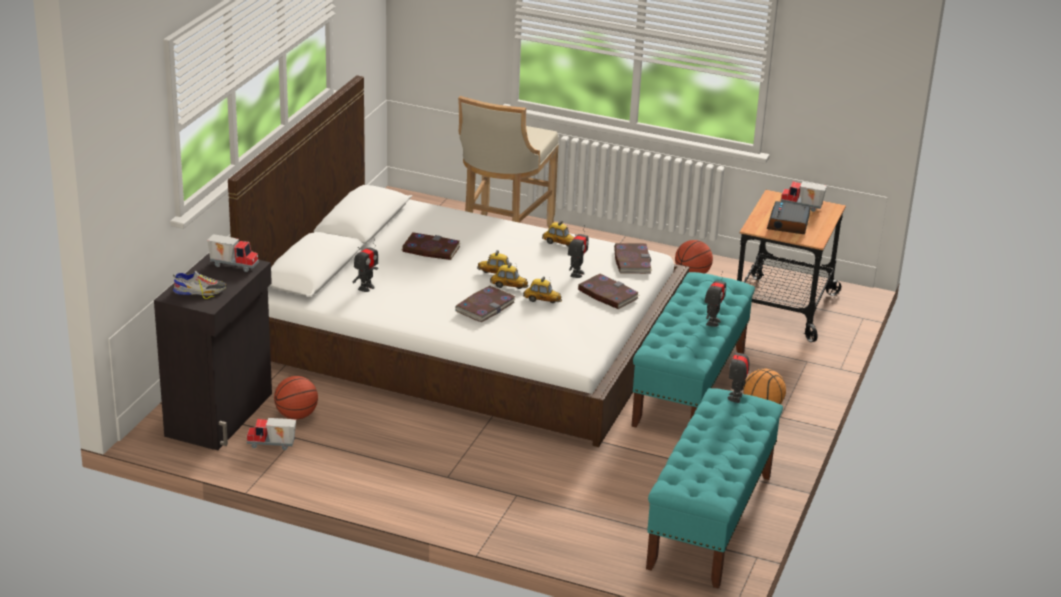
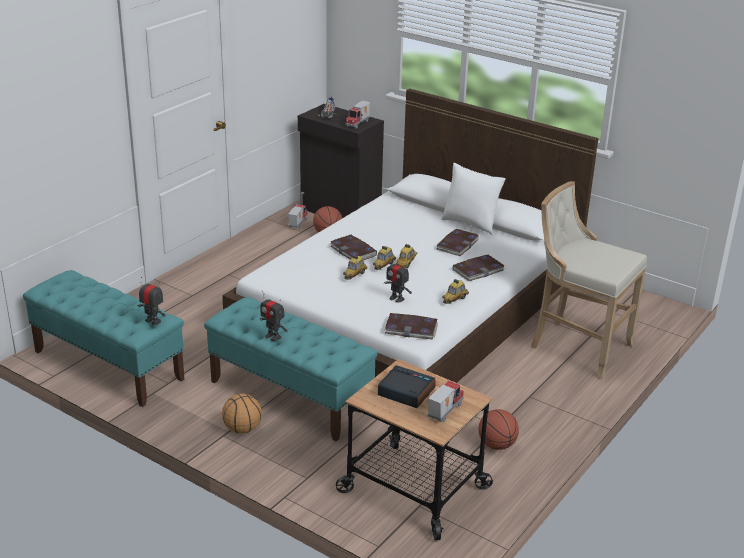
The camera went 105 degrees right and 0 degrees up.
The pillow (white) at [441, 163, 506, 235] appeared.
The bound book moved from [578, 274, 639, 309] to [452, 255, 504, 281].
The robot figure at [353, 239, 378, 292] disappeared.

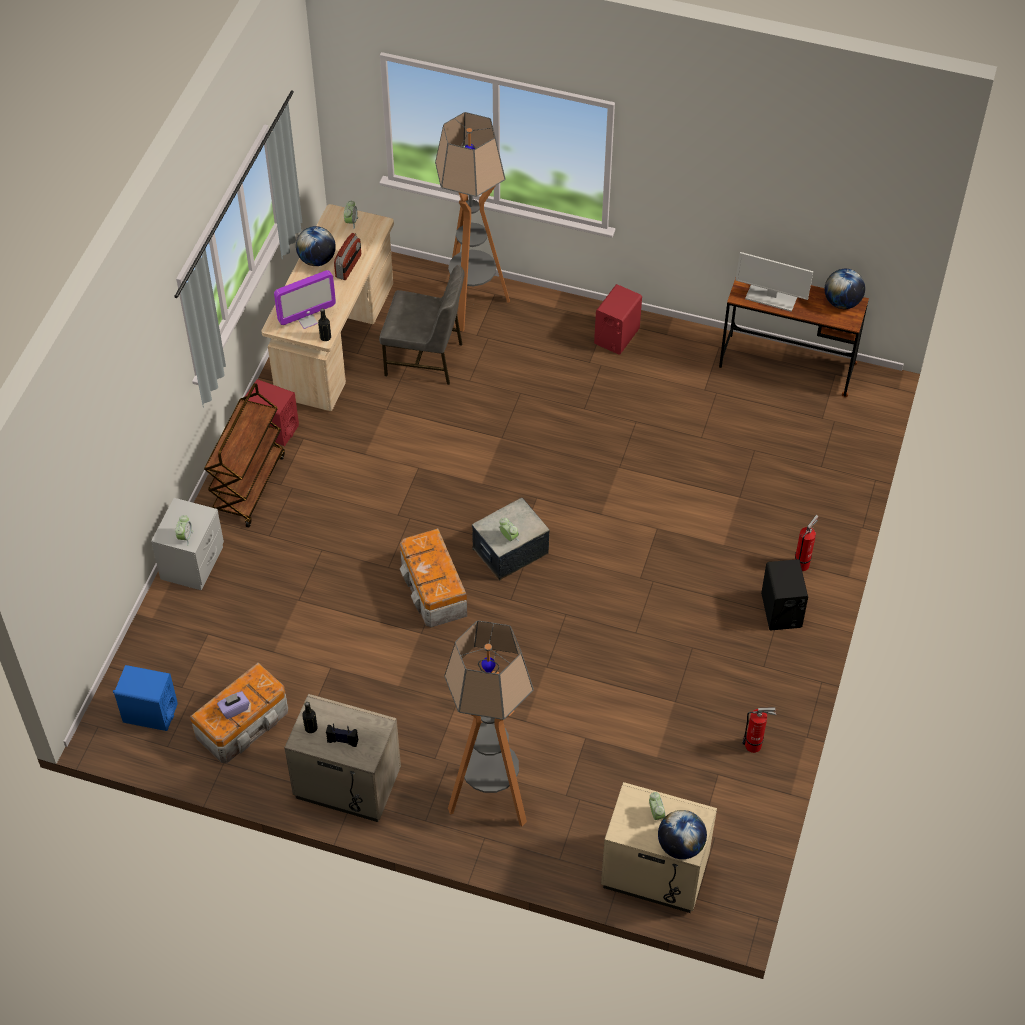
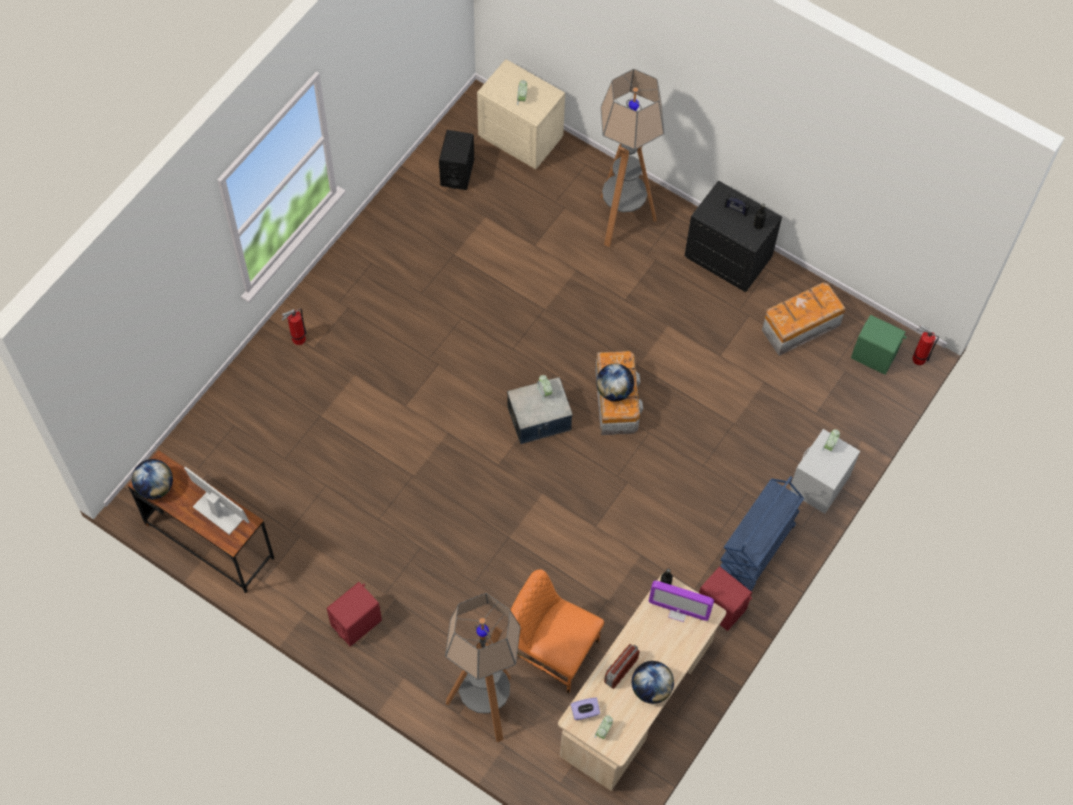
The camera went 165 degrees left and 10 degrees up.
The loudspeaker (blackish) moved from [761, 559, 808, 630] to [439, 130, 474, 190].
The plain chair (greyish) at [379, 265, 465, 385] became the plain chair (orangey) at [511, 569, 604, 693].
The tissue box (purplish) moved from [217, 691, 249, 719] to [571, 698, 600, 720].
The desk globe moved from [658, 810, 707, 859] to [596, 364, 634, 401].
The computer display at [274, 270, 336, 329] turned 150 degrees counterclockwise.
The bedside table (beige) at [284, 694, 401, 822] became the bedside table (blackish) at [684, 180, 782, 292].
The cart (brownish) at [204, 383, 285, 527] became the cart (blue-coloured) at [720, 476, 804, 592].
The loudspeaker (blue-coloured) at [113, 665, 178, 731] became the loudspeaker (greenish) at [851, 315, 906, 375].
The fire-fighting cylinder moved from [742, 707, 776, 753] to [912, 325, 939, 365].

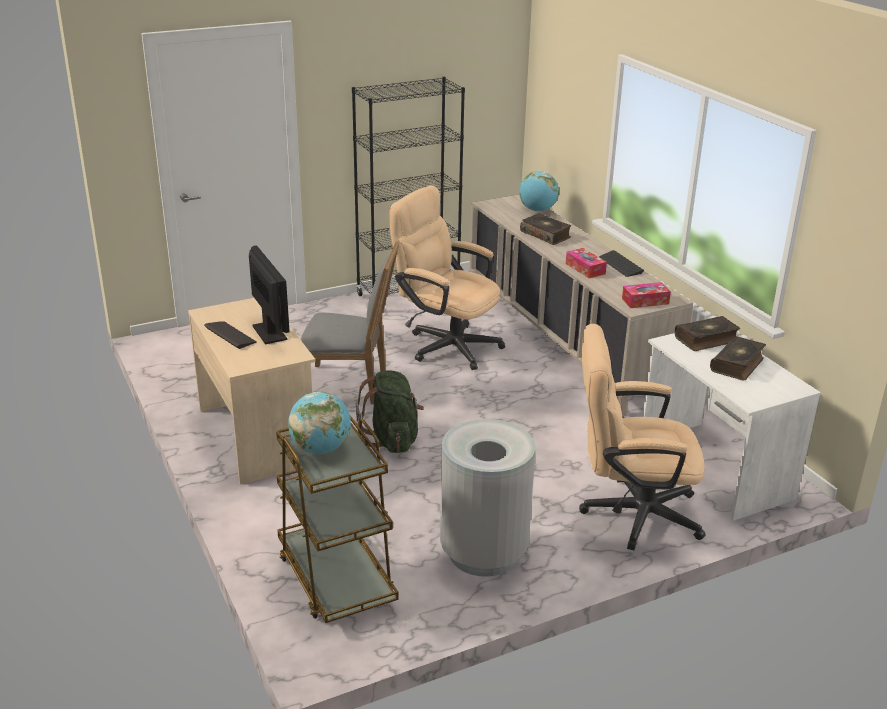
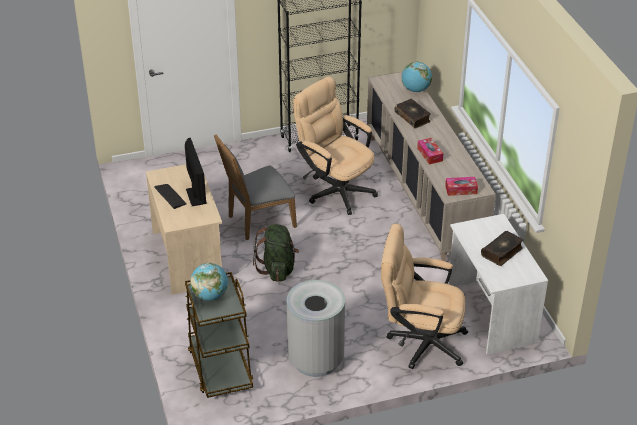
The camera went 10 degrees right and 10 degrees up.
The plain chair (greyish) at [300, 242, 399, 404] turned 135 degrees clockwise.
The PC keyboard at [599, 250, 644, 277] disappeared.
The bound book at [675, 316, 740, 351] disappeared.

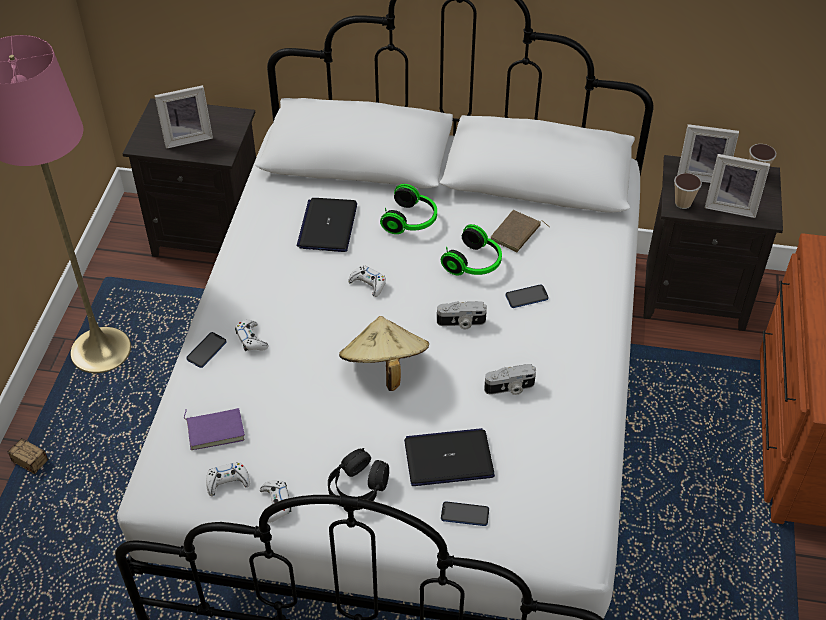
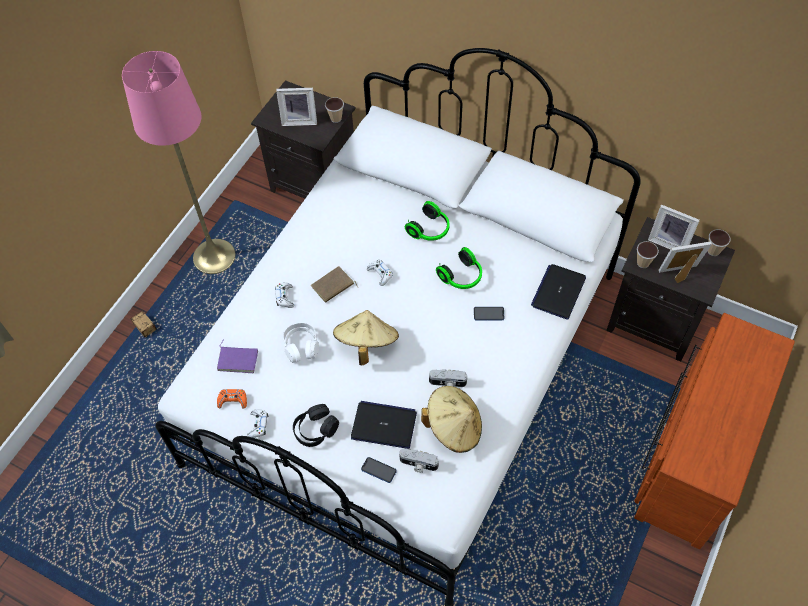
The camera went 20 degrees right and 10 degrees up.
The game controller (white) at [206, 462, 250, 496] became the game controller (orangey) at [217, 389, 247, 408].
The headphones (white) at [283, 322, 319, 363] appeared.
The bound book (brownish) moved from [491, 210, 549, 252] to [311, 266, 359, 303].
The cup at [325, 97, 344, 123] appeared.
The still camera moved from [437, 301, 487, 329] to [399, 448, 439, 473].
The clothing hat (beige) at [421, 386, 482, 453] appeared.
The portable computer moved from [297, 198, 357, 252] to [531, 264, 586, 320].
The photo frame at [705, 154, 770, 218] turned 135 degrees clockwise.
The handset at [186, 332, 227, 368] disappeared.

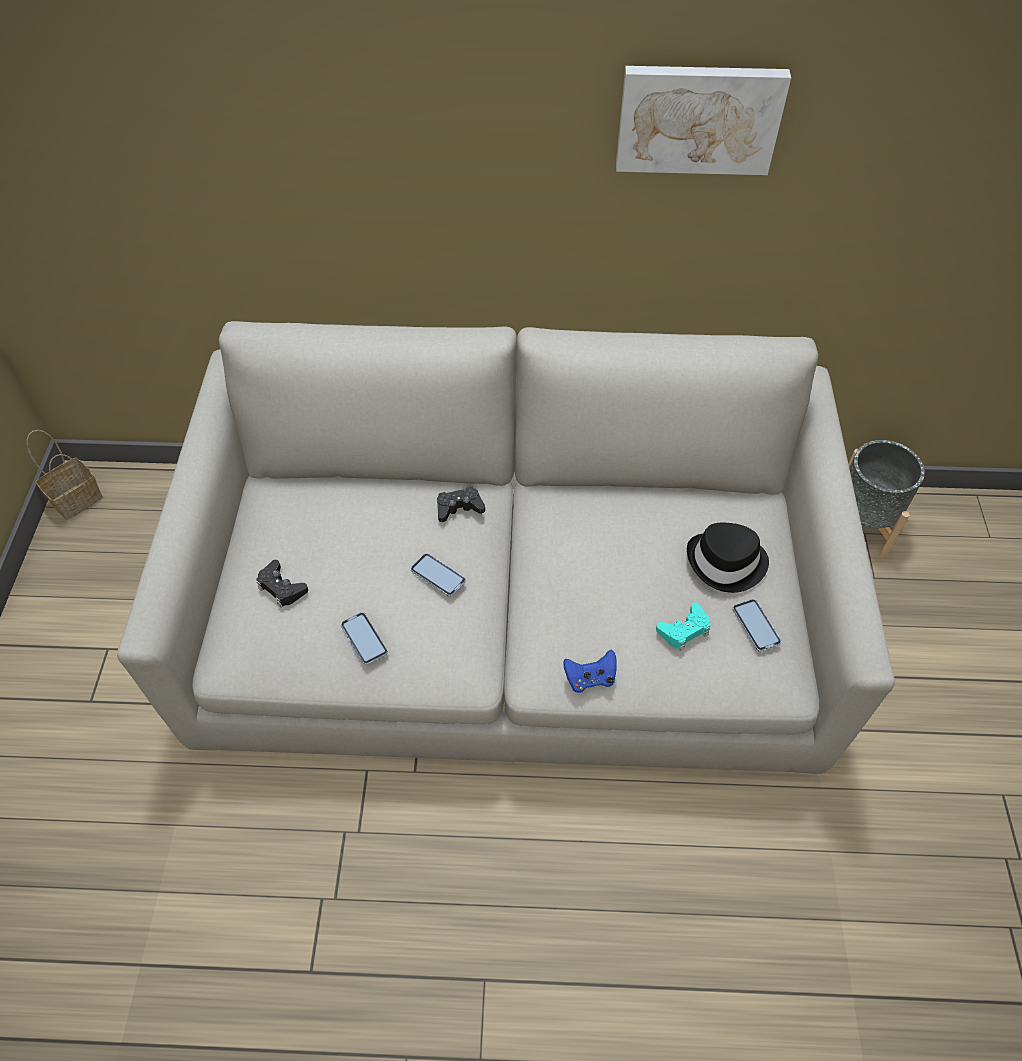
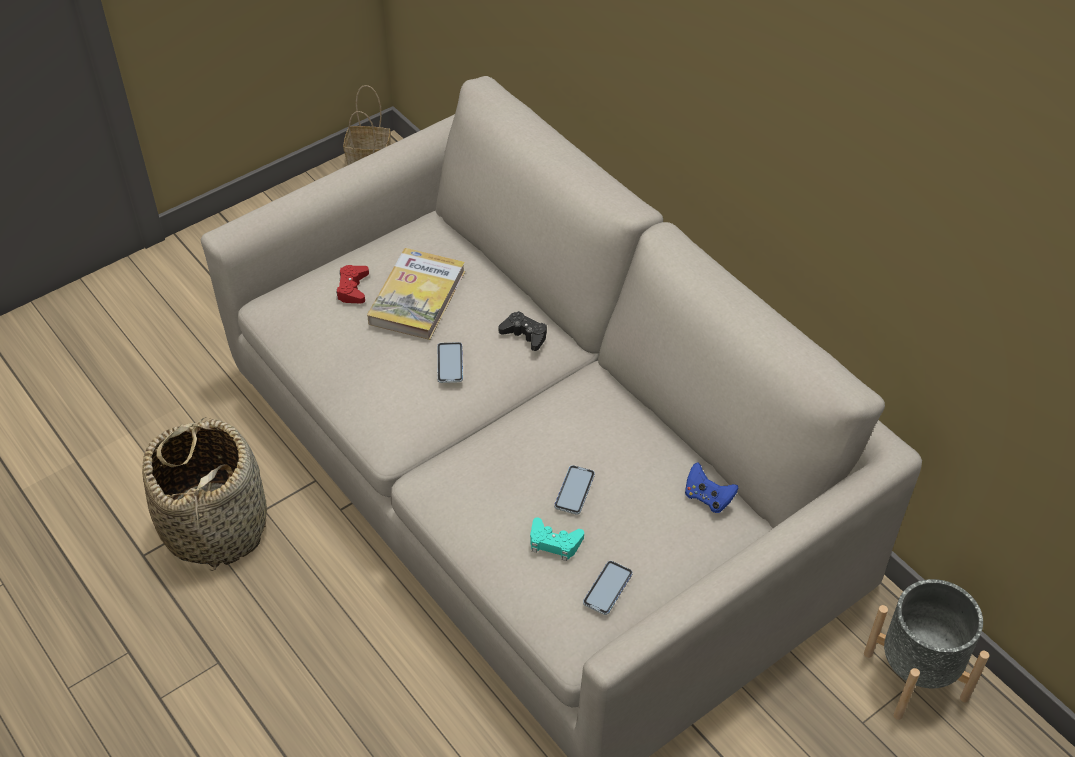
The camera went 50 degrees right and 5 degrees down.
The basket at [142, 417, 267, 571] appeared.
The game controller (blackish) at [256, 560, 308, 607] became the game controller (reddish) at [336, 265, 369, 303].
The bound book at [367, 248, 465, 340] appeared.
The handset moved from [341, 612, 388, 665] to [554, 465, 595, 515].
The game controller (blue-coloured) moved from [564, 649, 617, 693] to [685, 462, 739, 513].
The wall art at [616, 66, 791, 175] disappeared.
The clothing hat (blackish) at [687, 523, 769, 593] disappeared.

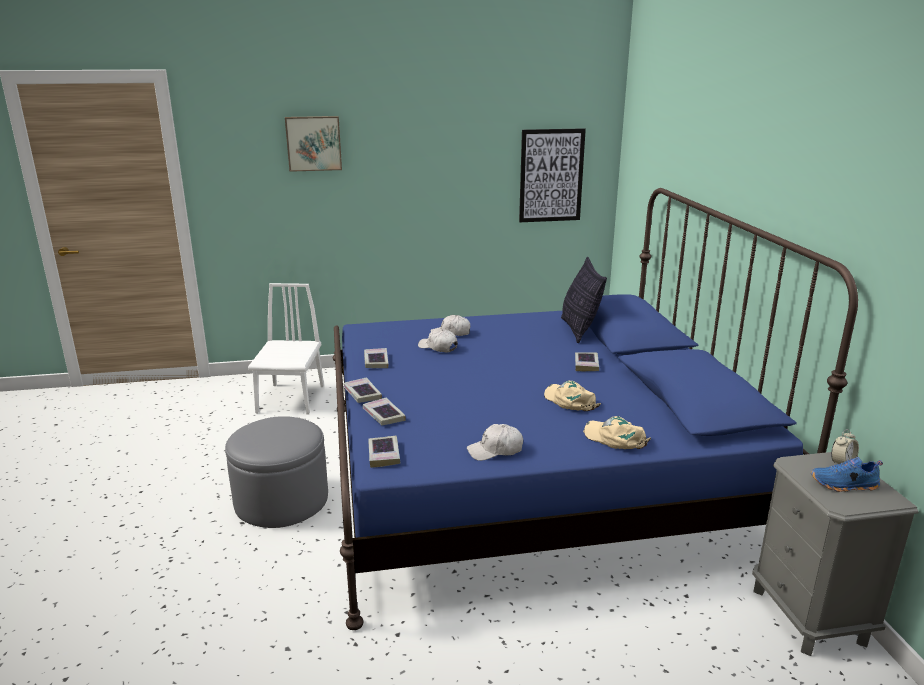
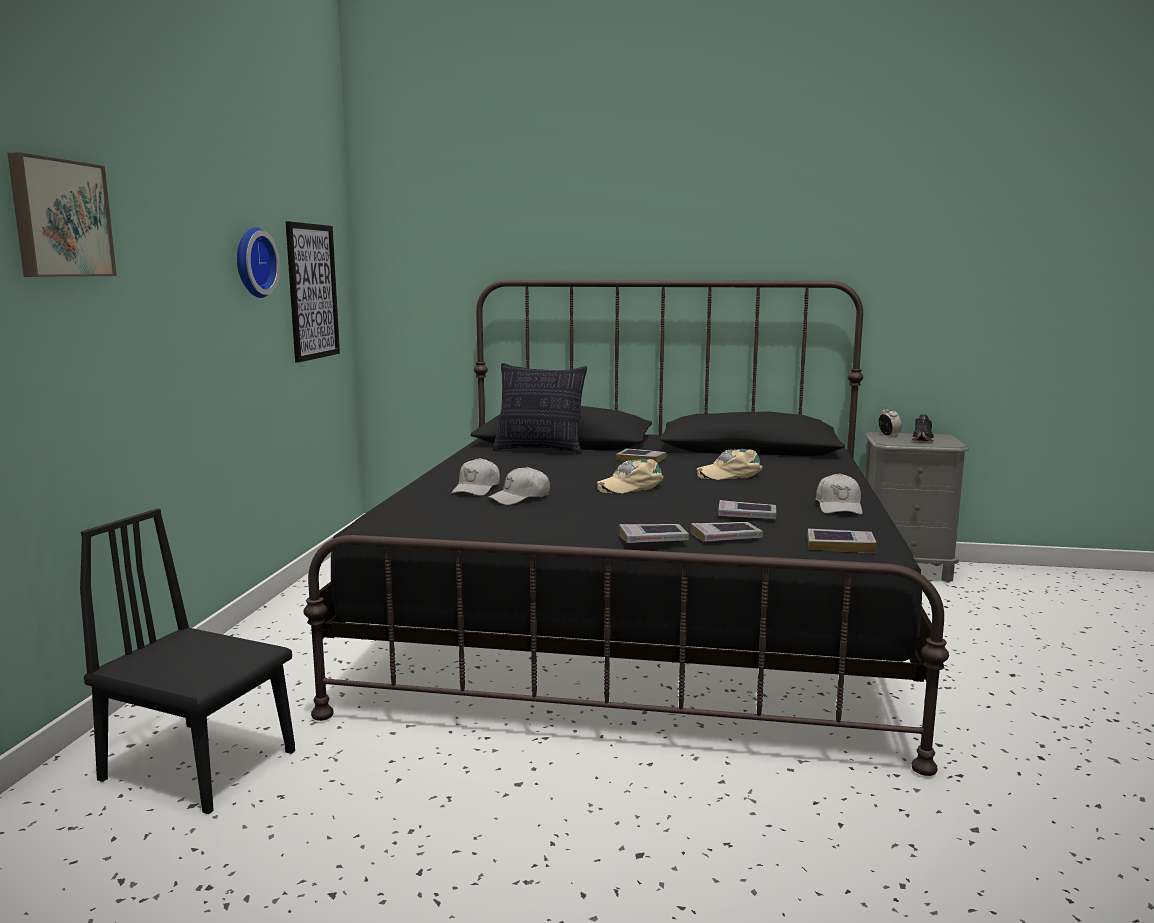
The camera went 70 degrees left and 10 degrees down.
The plain chair (white) at [248, 283, 324, 415] became the plain chair (blackish) at [80, 509, 295, 814].
The hanging clock at [237, 227, 280, 298] appeared.
The sleeping bed (blue-coloured) at [333, 188, 858, 630] became the sleeping bed (blackish) at [303, 280, 949, 776].
The peaked cap (beige) moved from [583, 416, 651, 449] to [596, 459, 663, 494].
The bound book moved from [364, 348, 388, 368] to [718, 500, 776, 519].
The low shoe (blue-coloured) at [811, 457, 883, 492] became the low shoe (blackish) at [912, 414, 934, 441].
The footrest (greyish) at [225, 416, 328, 528] disappeared.

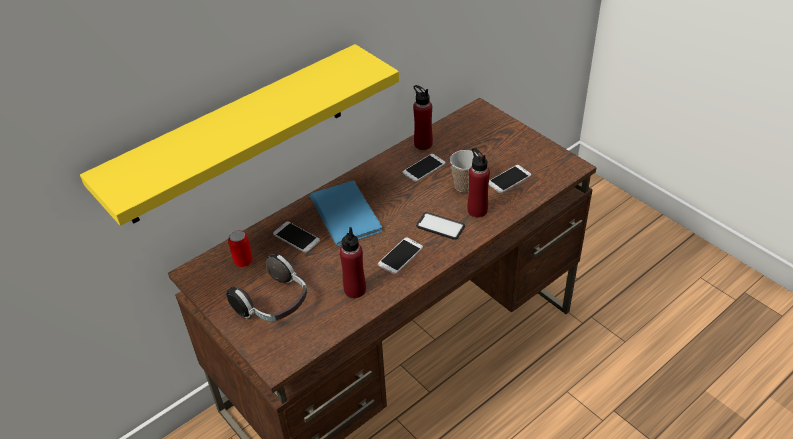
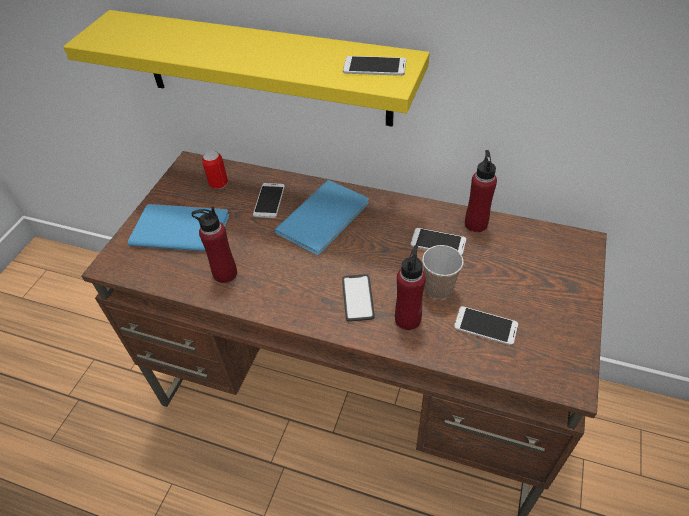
The camera went 60 degrees right and 5 degrees up.
The headphones at [226, 254, 307, 321] was replaced by the bound book (blue-coloured) at [128, 204, 229, 252].
The handset moved from [378, 237, 423, 274] to [343, 56, 406, 76].

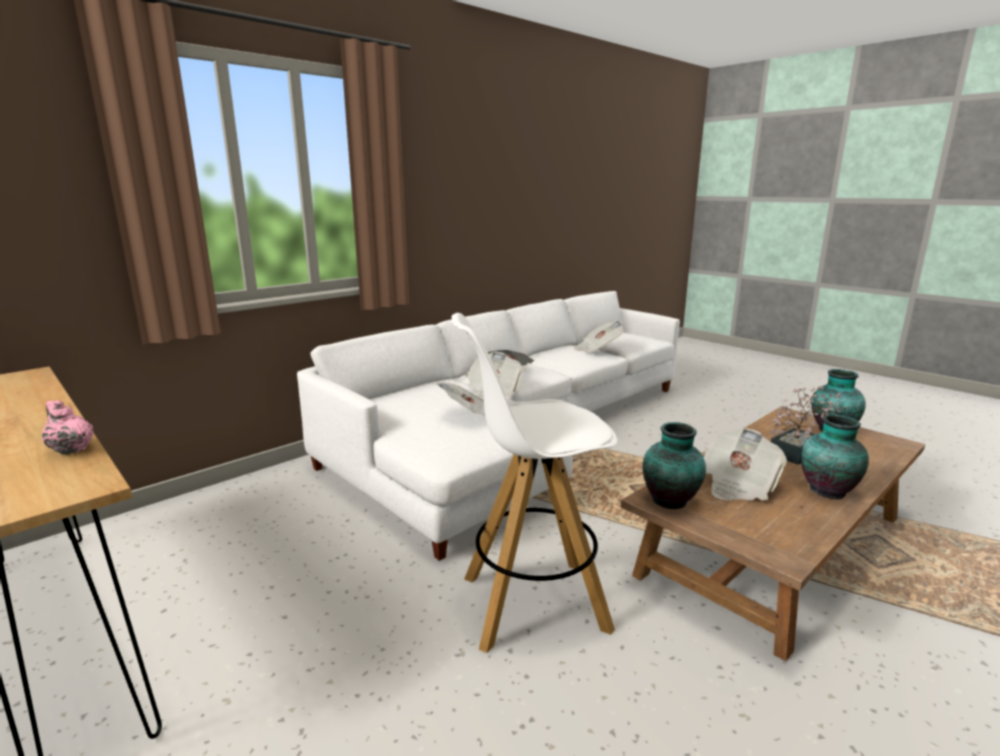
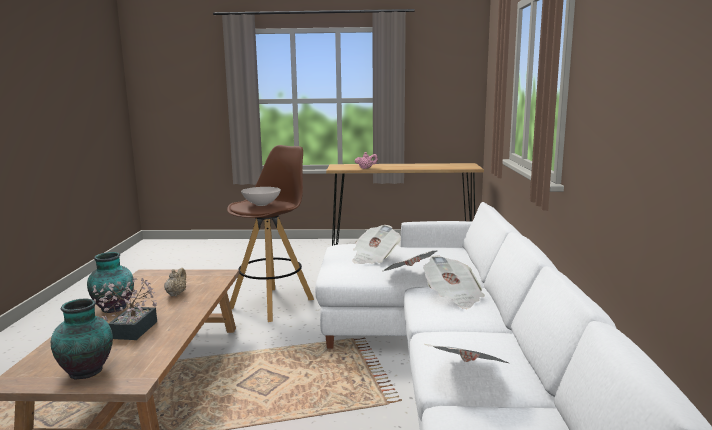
The camera went 135 degrees right and 5 degrees down.
The newspaper at [703, 428, 787, 501] was replaced by the tea pot (beige) at [164, 268, 186, 296].
The stool seat (white) at [452, 313, 618, 653] became the stool seat (brownish) at [227, 145, 314, 322].
The bowl (white) at [241, 187, 281, 206] appeared.
The vase at [643, 422, 706, 509] disappeared.

